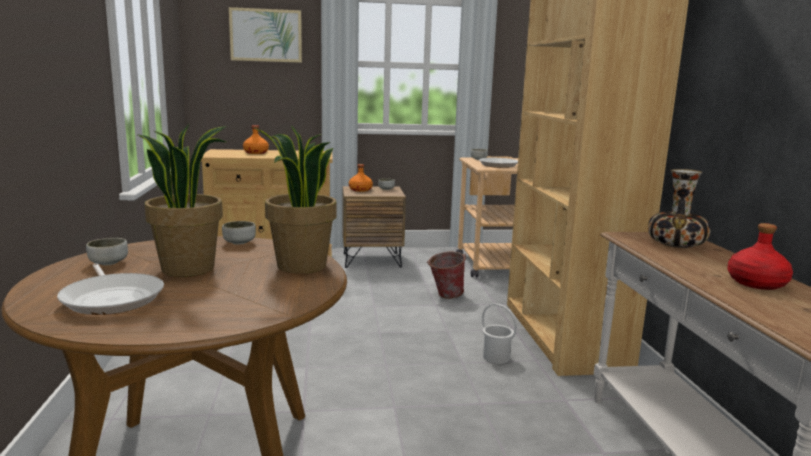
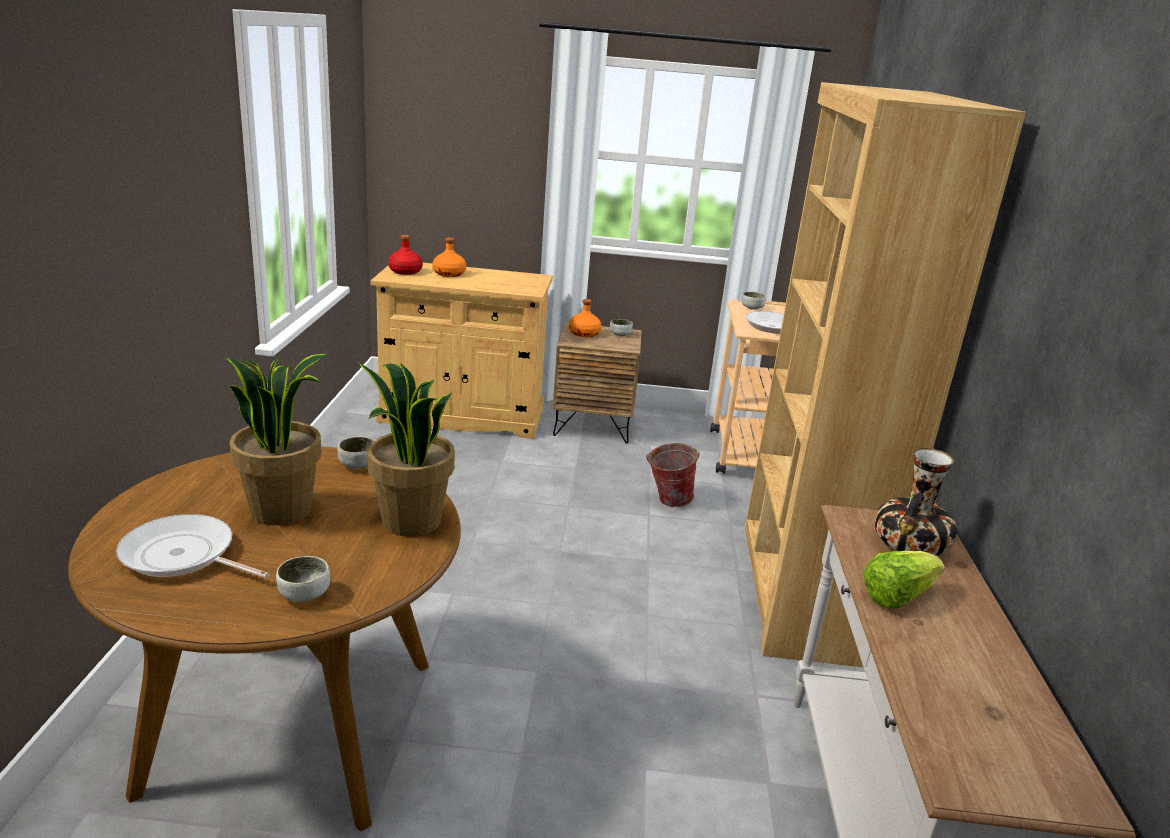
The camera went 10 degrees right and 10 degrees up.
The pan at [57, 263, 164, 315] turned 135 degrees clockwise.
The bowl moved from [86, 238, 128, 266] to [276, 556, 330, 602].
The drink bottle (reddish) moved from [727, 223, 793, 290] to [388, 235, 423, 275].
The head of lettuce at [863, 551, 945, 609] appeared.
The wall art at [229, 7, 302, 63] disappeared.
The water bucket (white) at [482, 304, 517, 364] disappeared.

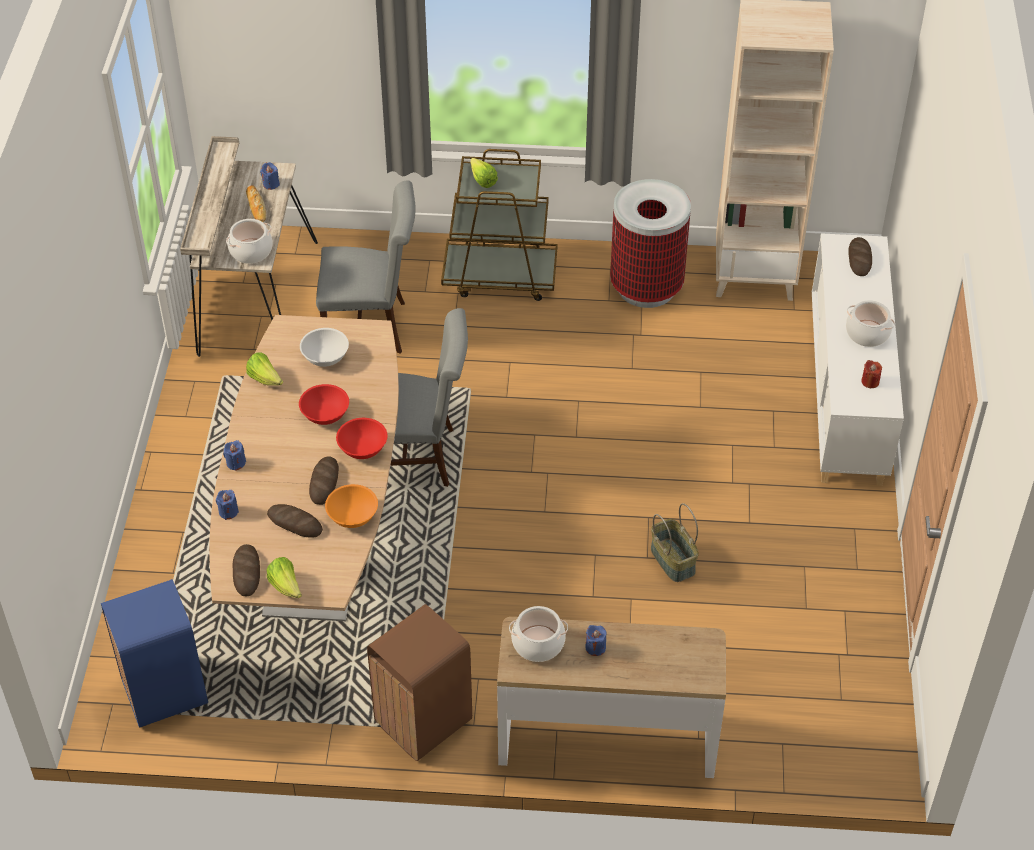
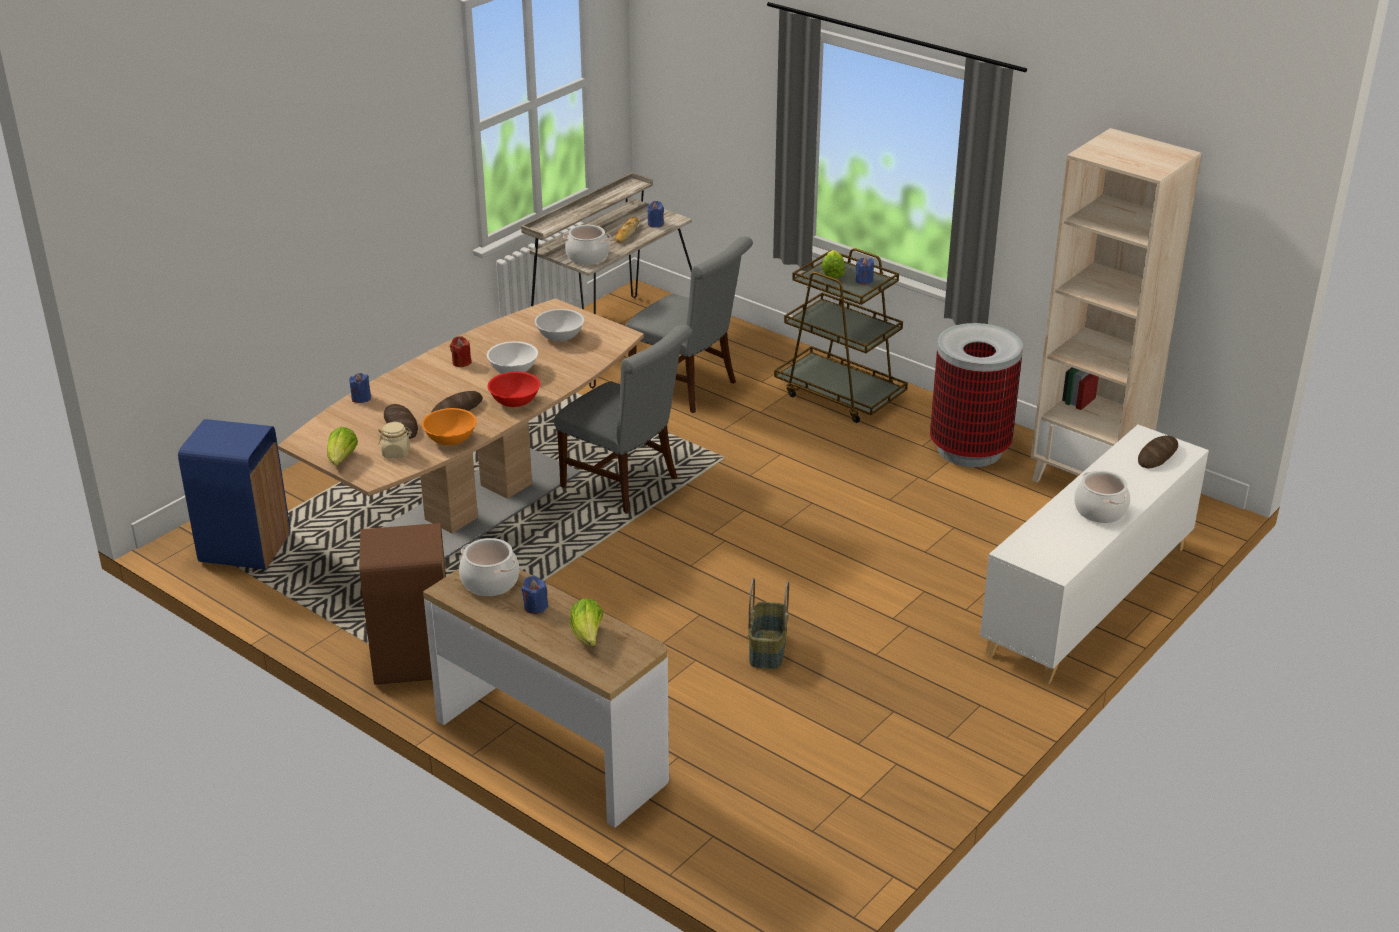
The camera went 35 degrees right and 15 degrees down.
The jar (beige) at [378, 422, 412, 458] appeared.
The wax light (reddish) moved from [861, 360, 882, 388] to [450, 336, 472, 367].
The bowl (reddish) at [299, 384, 349, 425] became the bowl (white) at [487, 341, 538, 374].
The head of lettuce moved from [246, 352, 283, 386] to [570, 599, 603, 646].
The wax light (blue-coloured) moved from [223, 440, 246, 471] to [856, 257, 874, 284].
The bread at [233, 544, 260, 596] disappeared.

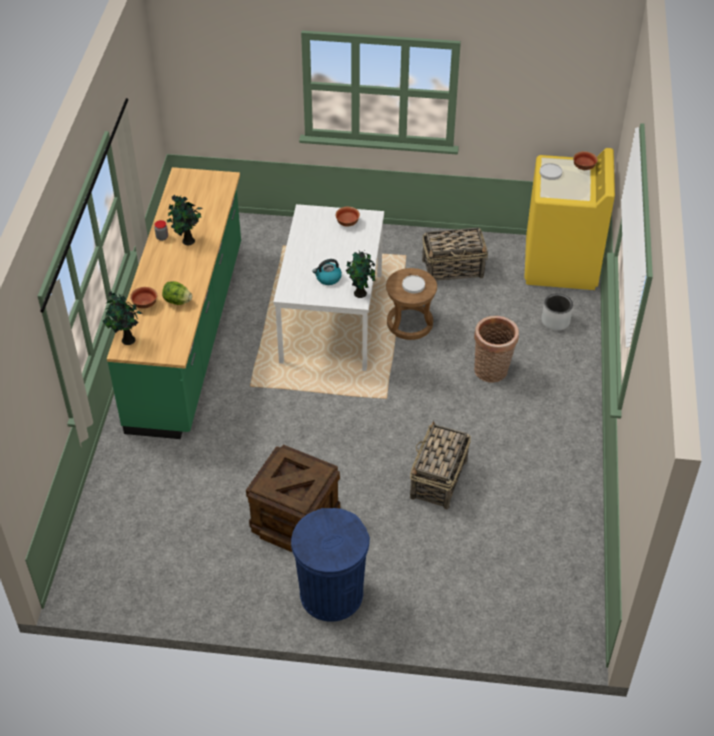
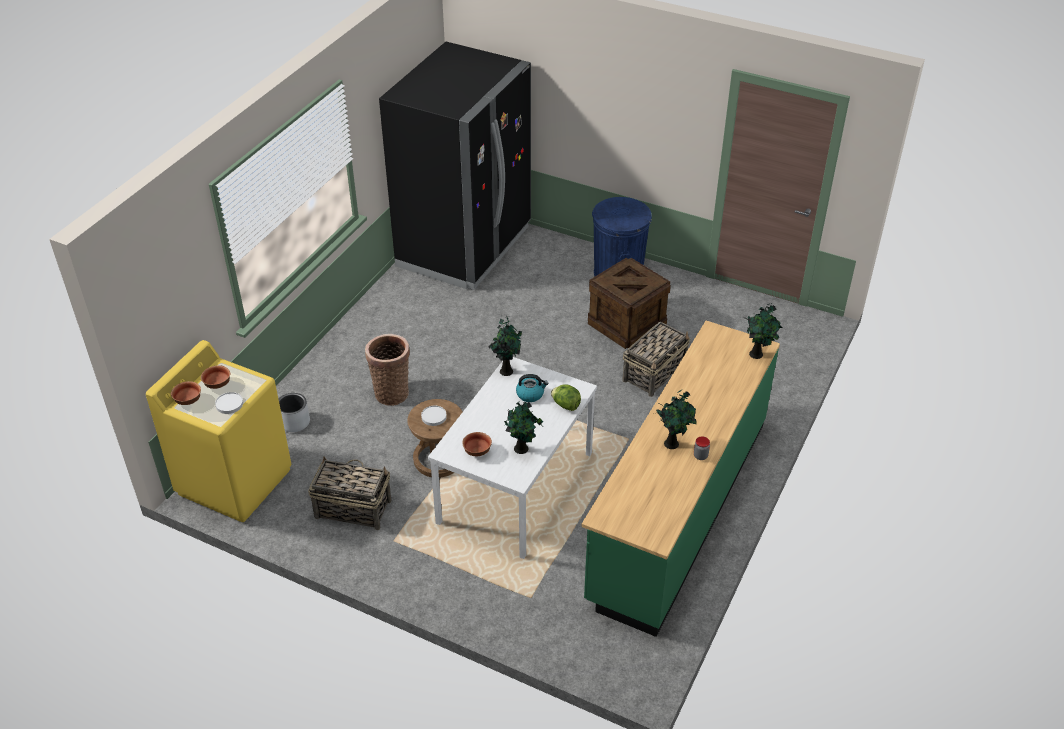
The camera went 160 degrees left and 5 degrees down.
The bowl moved from [130, 287, 157, 309] to [201, 365, 230, 389].
The kitchen fridge (blackish) at [379, 42, 531, 290] appeared.
The plant in a pot at [504, 401, 543, 454] appeared.
The head of lettuce moved from [162, 281, 192, 305] to [551, 385, 581, 411].
The basket moved from [410, 421, 471, 509] to [622, 321, 690, 397].

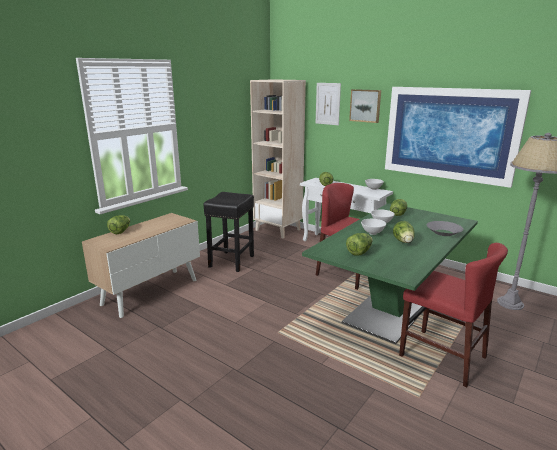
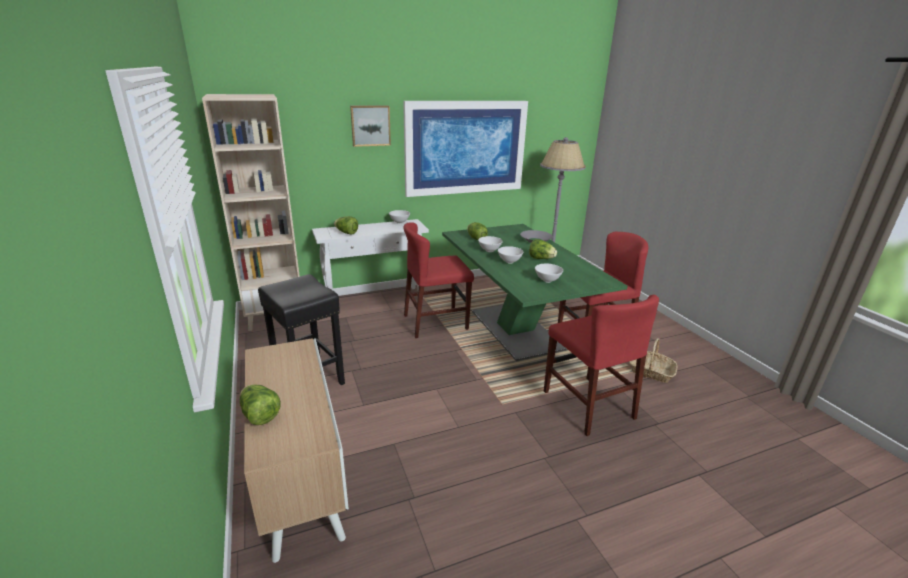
The camera went 60 degrees left and 5 degrees up.
The head of lettuce at [346, 233, 373, 256] was replaced by the bowl (white) at [535, 264, 563, 283].
The plain chair (reddish) at [544, 295, 659, 436] appeared.
The basket at [629, 338, 677, 383] appeared.
The wall art at [316, 83, 341, 125] disappeared.

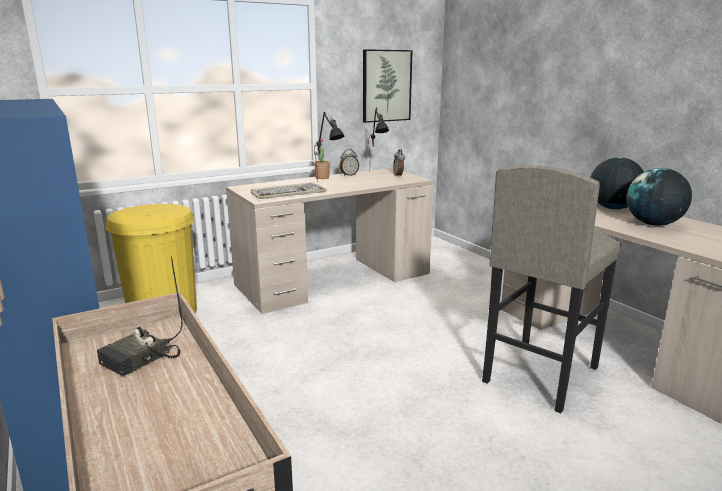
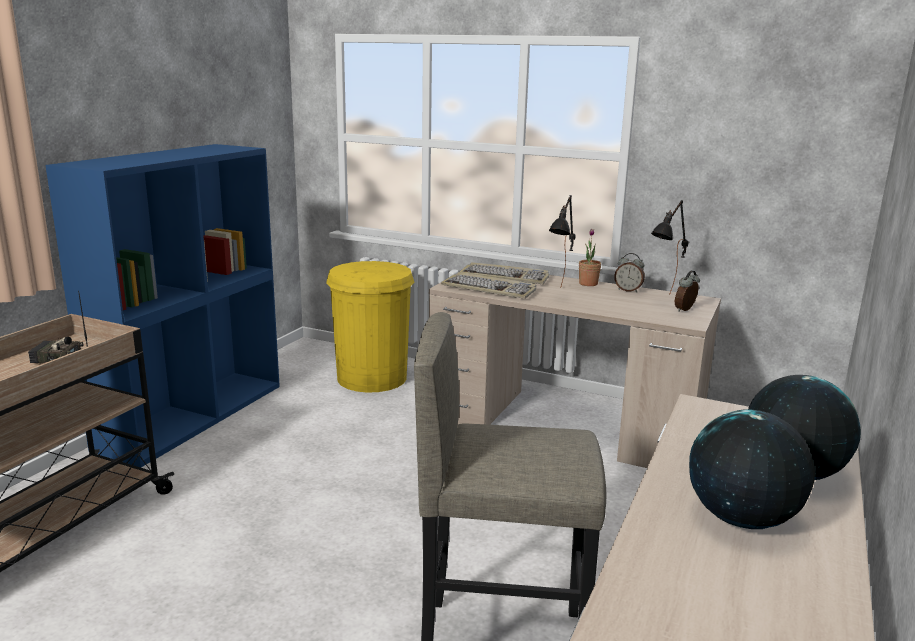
The camera went 55 degrees right and 0 degrees up.
The PC keyboard at [460, 262, 550, 284] appeared.
The wall art at [363, 49, 413, 123] disappeared.

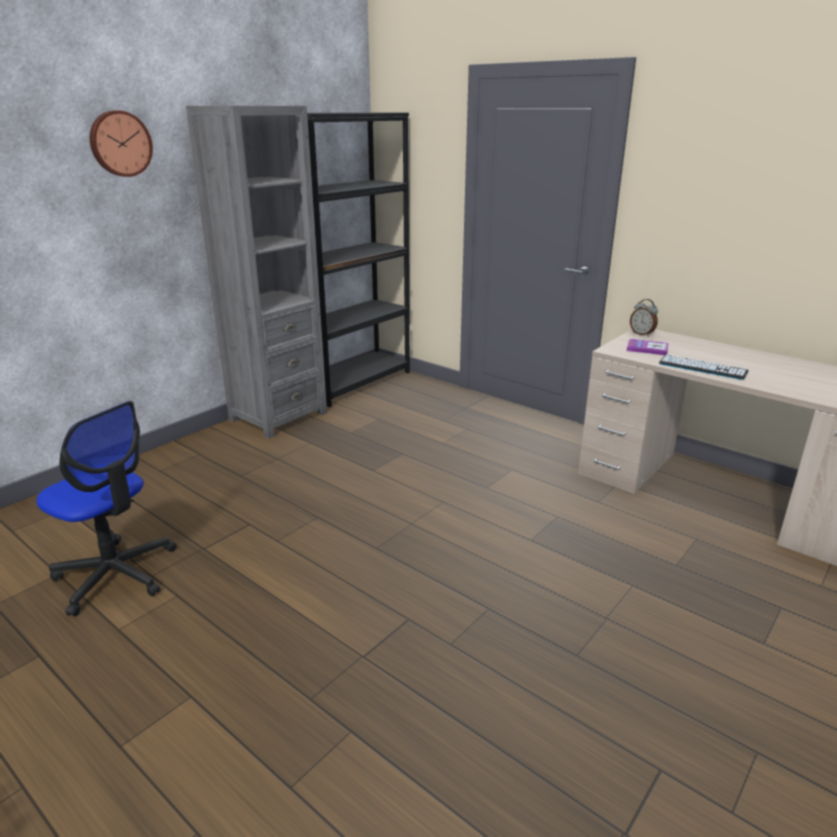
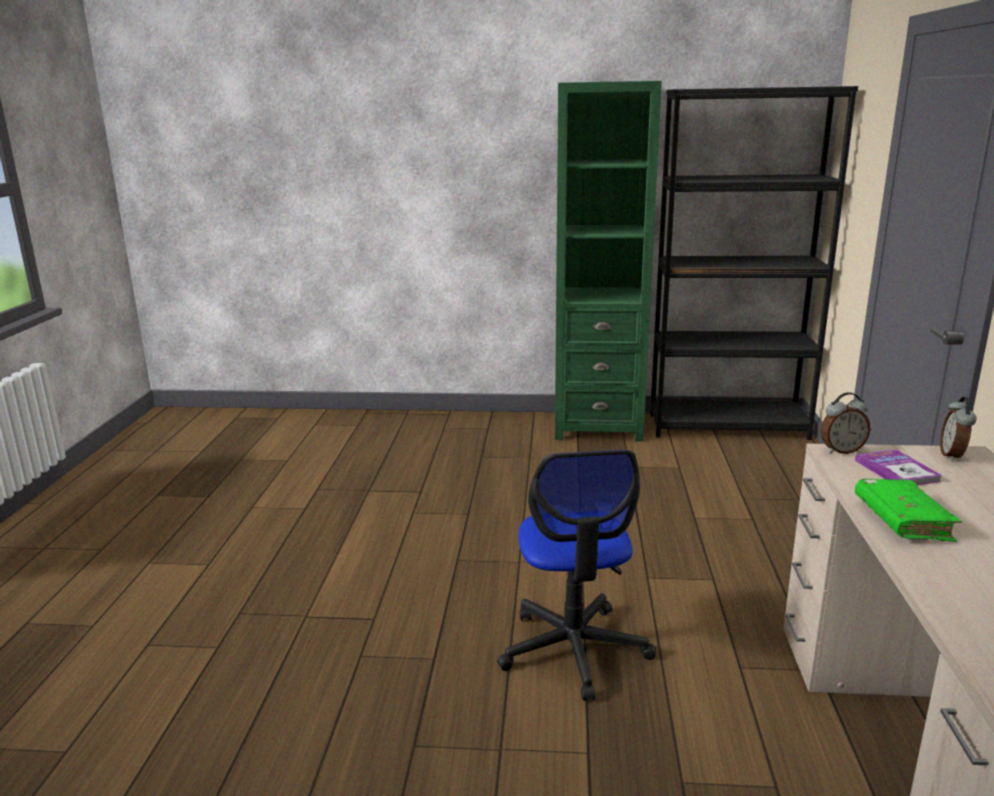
The camera went 55 degrees right and 5 degrees down.
The office chair moved from [36, 401, 177, 616] to [497, 450, 656, 701].
The bookcase (greyish) at [186, 106, 327, 439] became the bookcase (greenish) at [555, 81, 662, 442].
The bedside clock at [821, 392, 870, 454] appeared.
The PC keyboard at [659, 354, 748, 380] was replaced by the bound book (greenish) at [855, 479, 962, 542].
The hanging clock at [90, 110, 153, 177] disappeared.

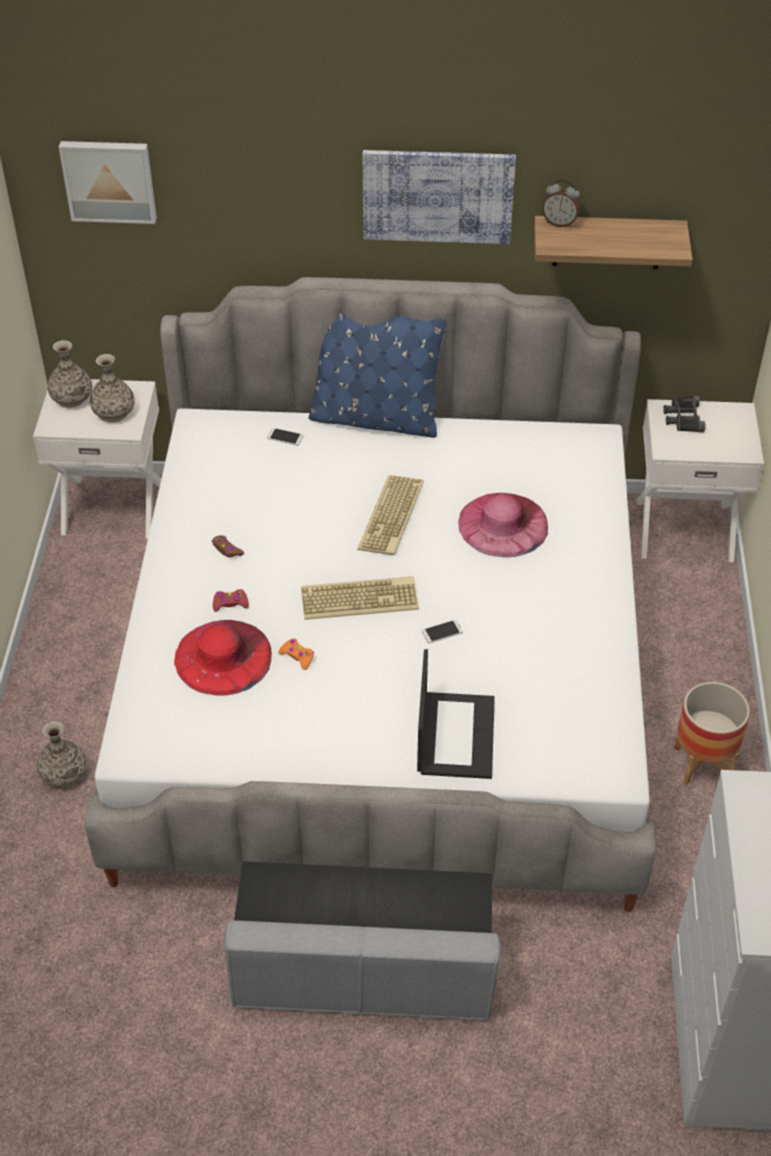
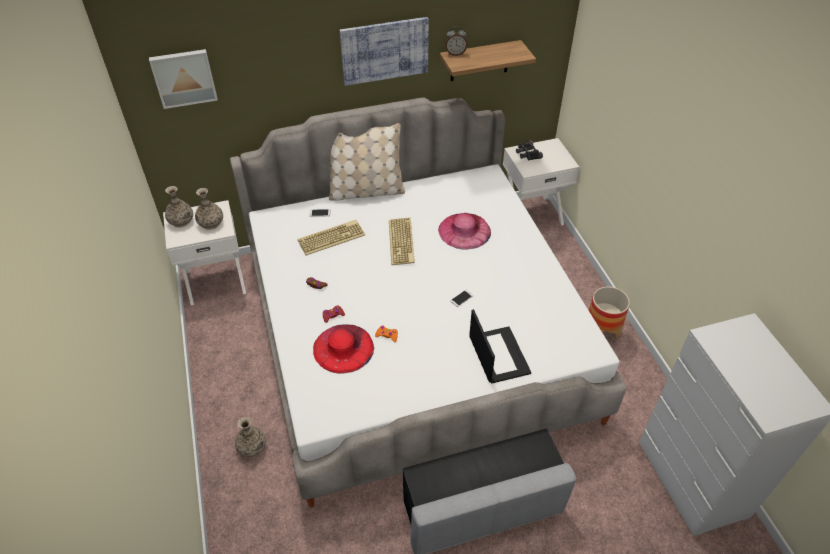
The camera went 20 degrees left and 0 degrees up.
The PC keyboard moved from [301, 576, 419, 620] to [298, 220, 365, 256].
The pillow (blue-coloured) at [308, 313, 446, 438] became the pillow (beige) at [329, 123, 405, 201].

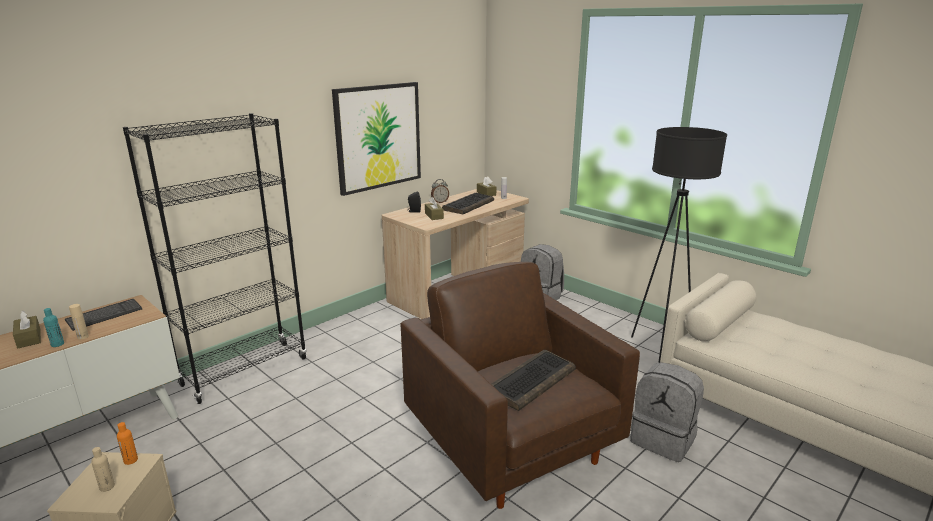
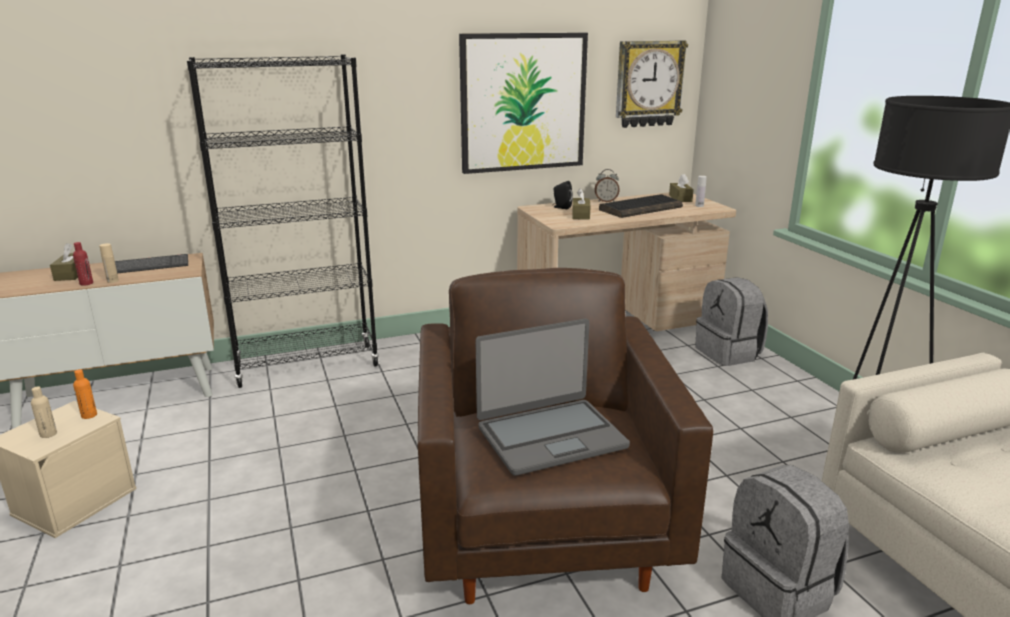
The camera went 25 degrees right and 0 degrees up.
The drink bottle (turquoise) at [43, 308, 64, 347] became the drink bottle (reddish) at [73, 242, 93, 286].
The PC keyboard at [491, 350, 576, 411] was replaced by the portable computer at [476, 319, 630, 476].
The hanging clock at [616, 41, 688, 128] appeared.

